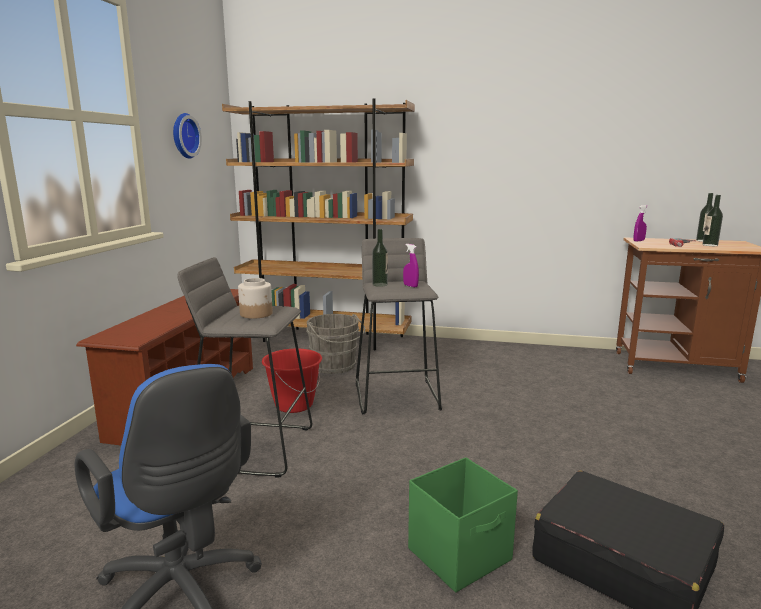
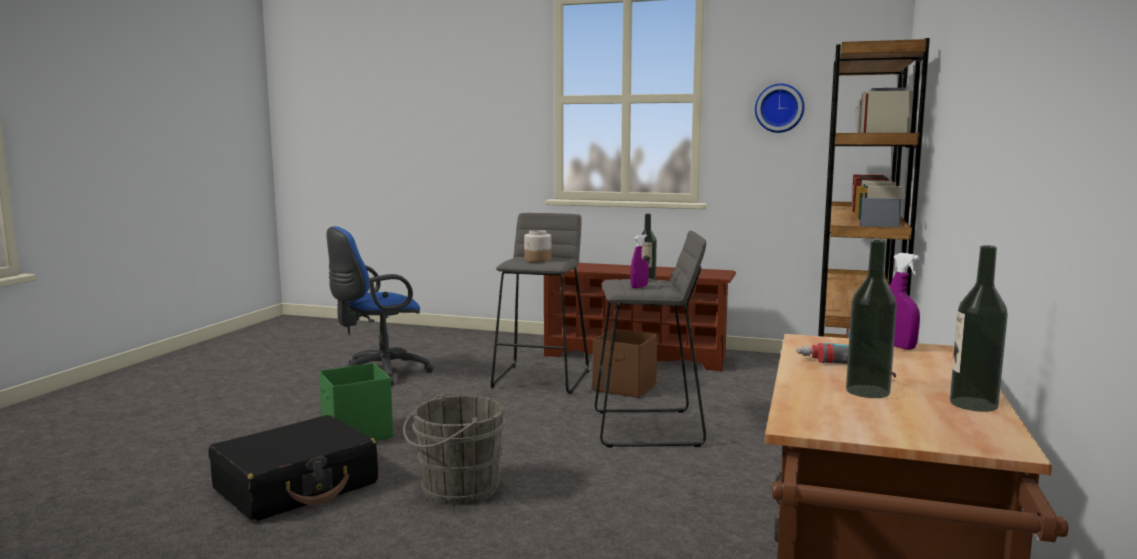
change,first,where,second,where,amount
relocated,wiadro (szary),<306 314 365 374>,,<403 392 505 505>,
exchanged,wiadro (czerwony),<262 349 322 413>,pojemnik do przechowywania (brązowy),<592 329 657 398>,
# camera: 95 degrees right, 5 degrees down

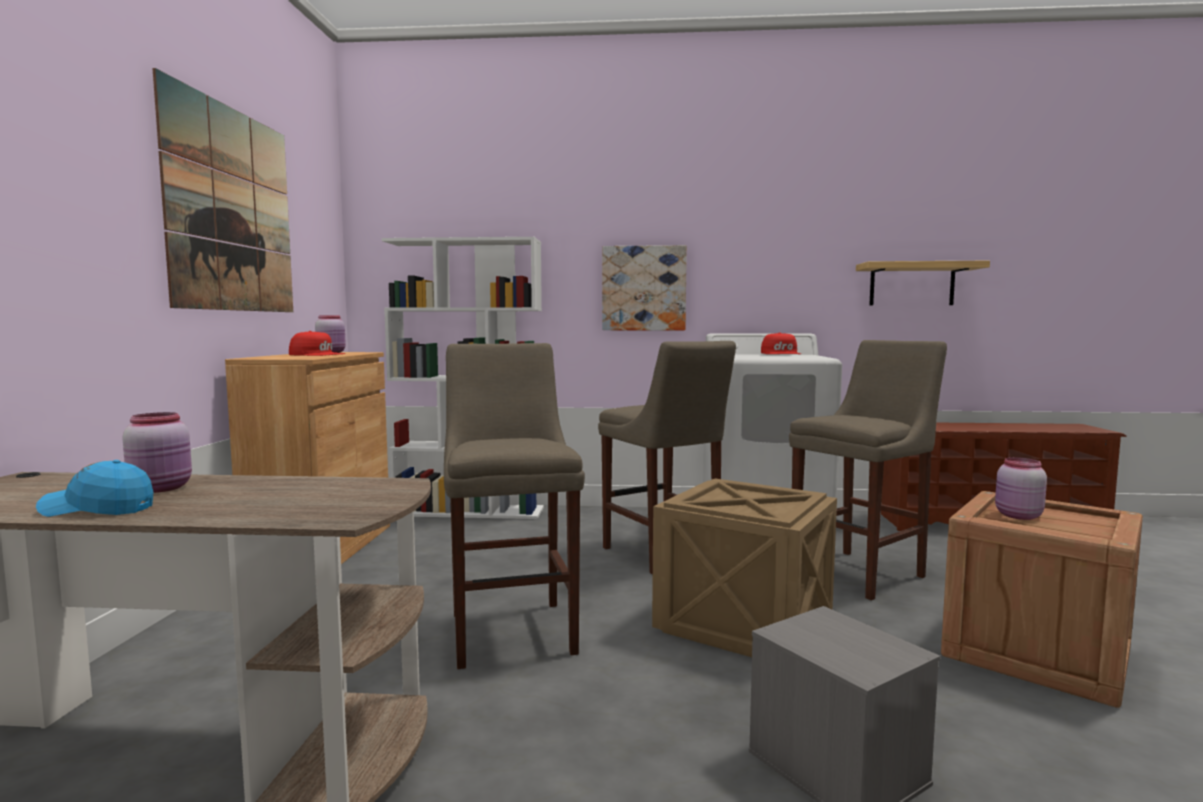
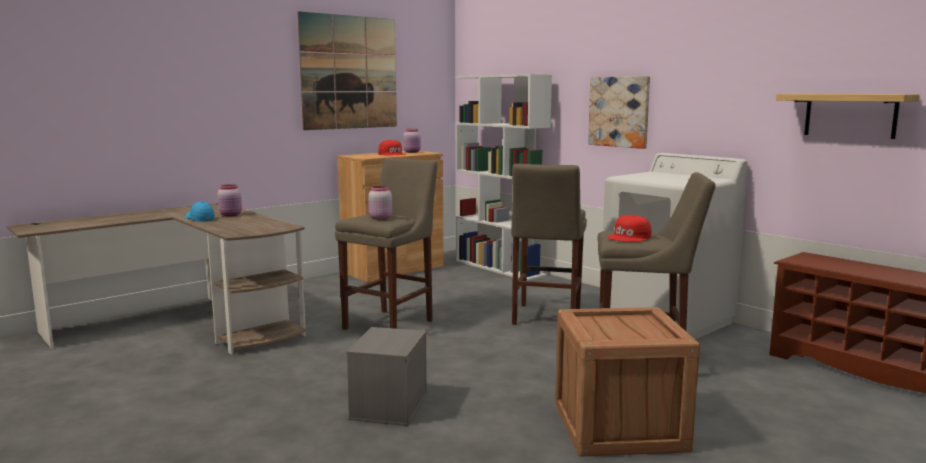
change,first,where,second,where,amount
relocated,słoik (różowy),<995 457 1047 520>,,<368 186 392 220>,
relocated,czapka z daszkiem (czerwony),<761 332 801 354>,,<608 215 652 242>,
missing,skrzynka,<652 478 837 657>,,,
# camera: 45 degrees right, 5 degrees up

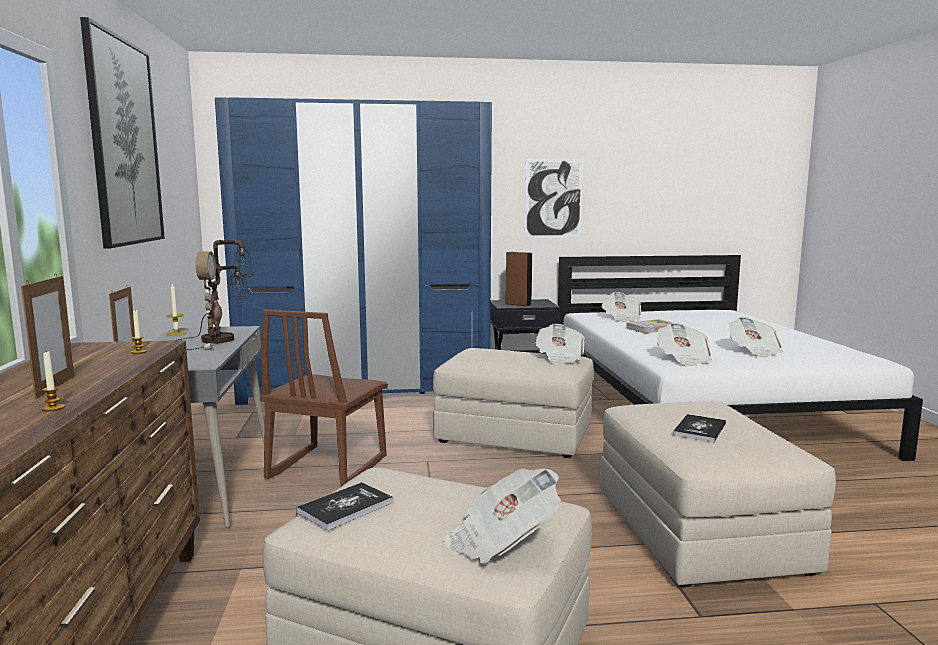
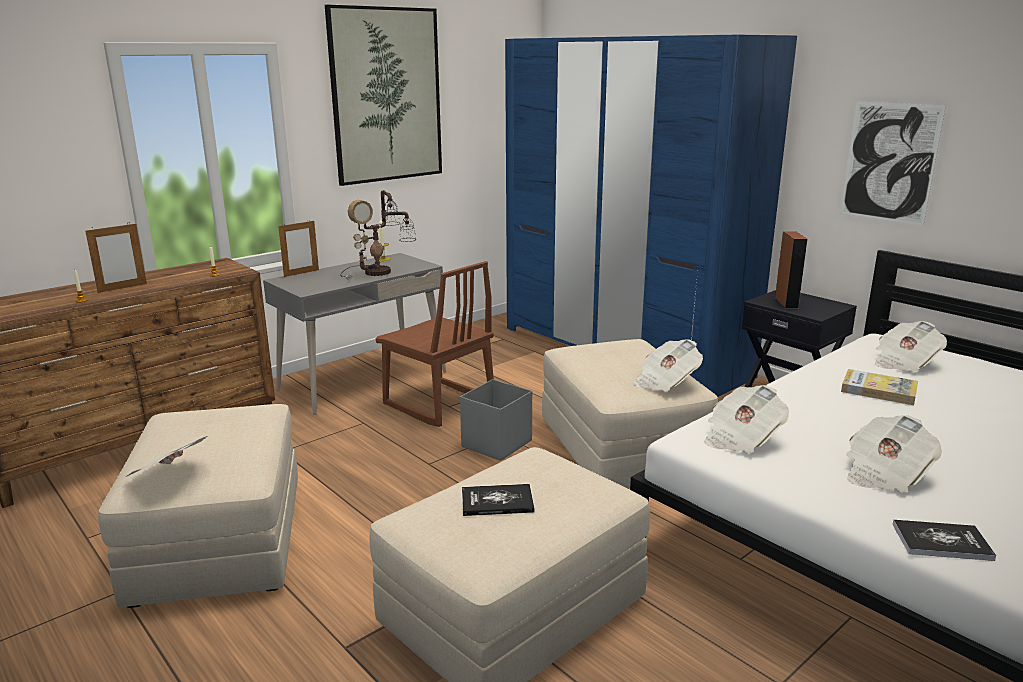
change,first,where,second,where,amount
spun,krzesło (brązowy),<260 310 388 486>,,<376 261 494 427>,120 degrees counterclockwise
appeared,,,pojemnik do przechowywania (szary),<460 379 532 461>,
relocated,książka,<297 482 393 531>,,<893 520 997 561>,
# camera: 55 degrees right, 10 degrees up

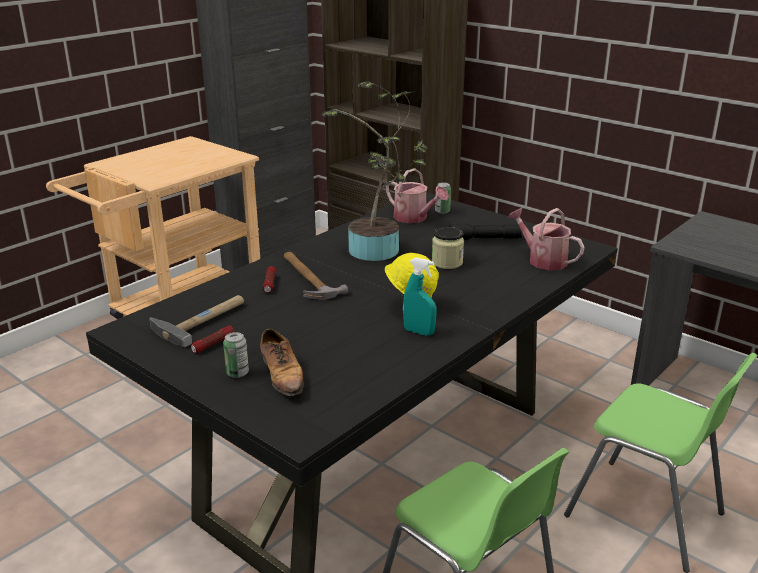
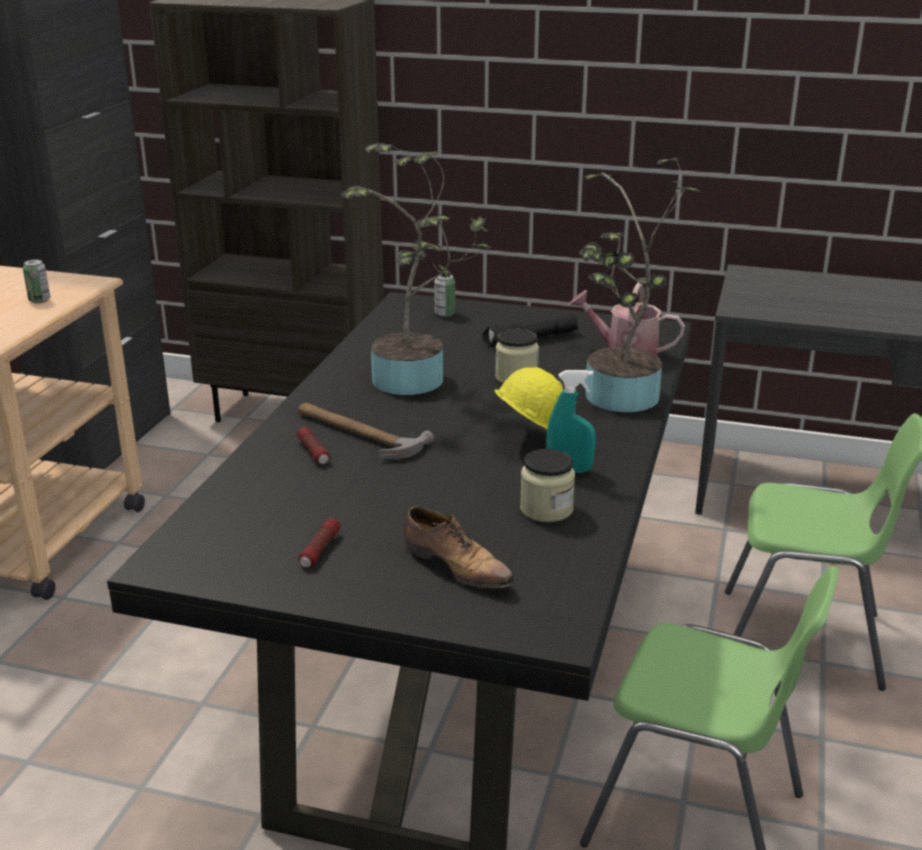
change,first,where,second,where,amount
relocated,puszka,<223 332 249 378>,,<23 259 50 303>,
appeared,,,słoik,<520 449 575 522>,
appeared,,,roślina doniczkowa,<579 157 703 412>,
missing,młotek,<149 295 244 347>,,,
missing,konewka,<386 168 449 223>,,,
# camera: 25 degrees left, 0 degrees up

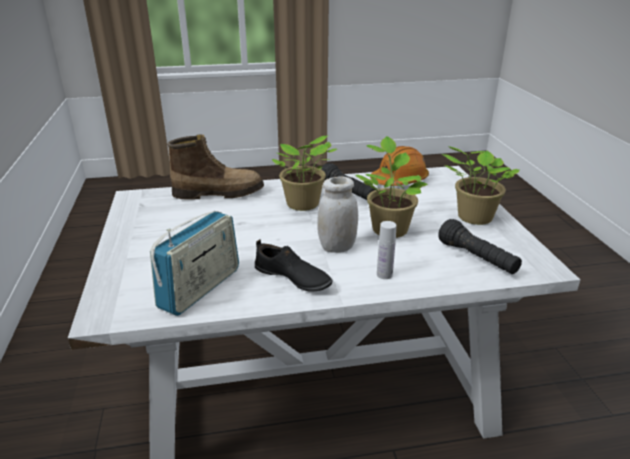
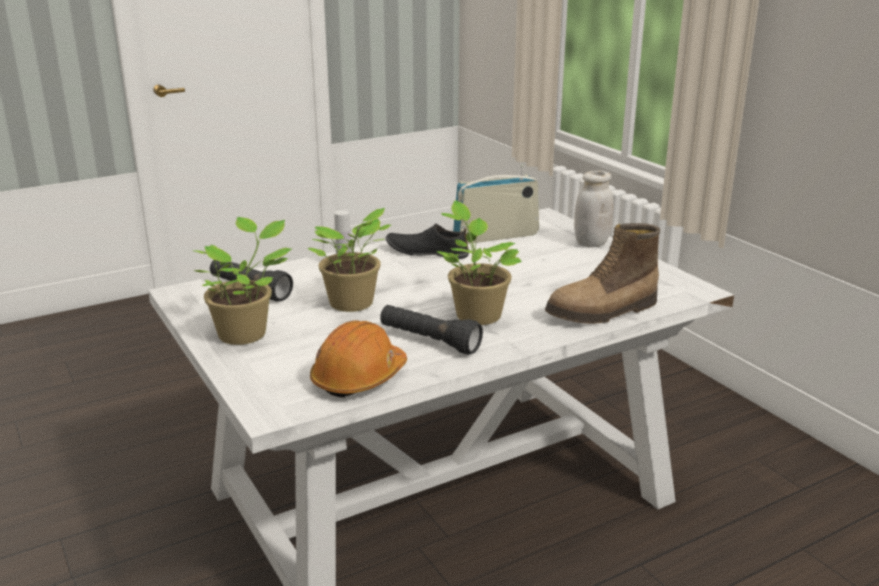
change,first,where,second,where,amount
spun,radio,<150 211 239 316>,,<453 165 539 244>,60 degrees clockwise
relocated,słoik (biały),<317 177 358 253>,,<574 171 614 247>,
# camera: 160 degrees right, 5 degrees down

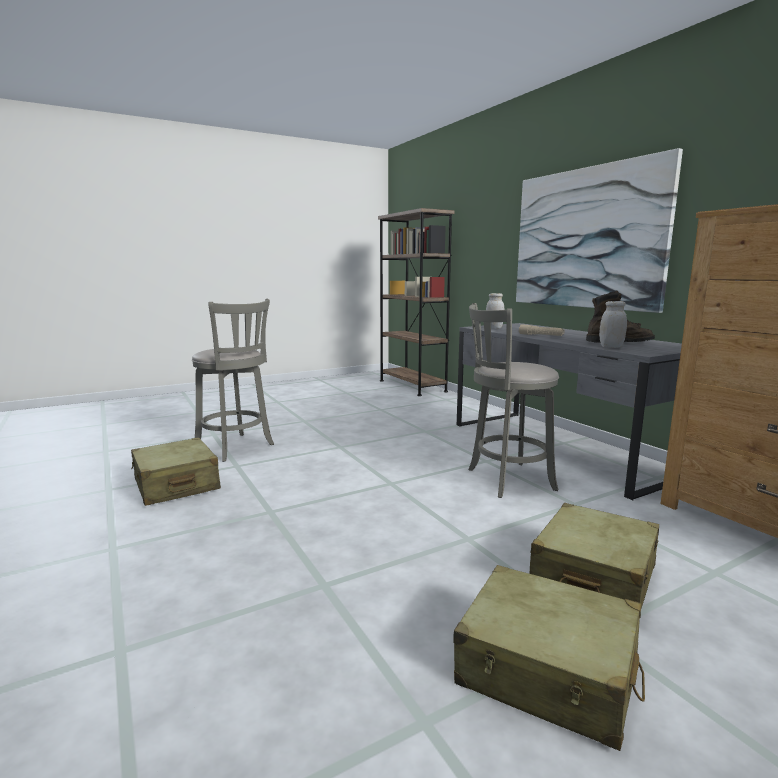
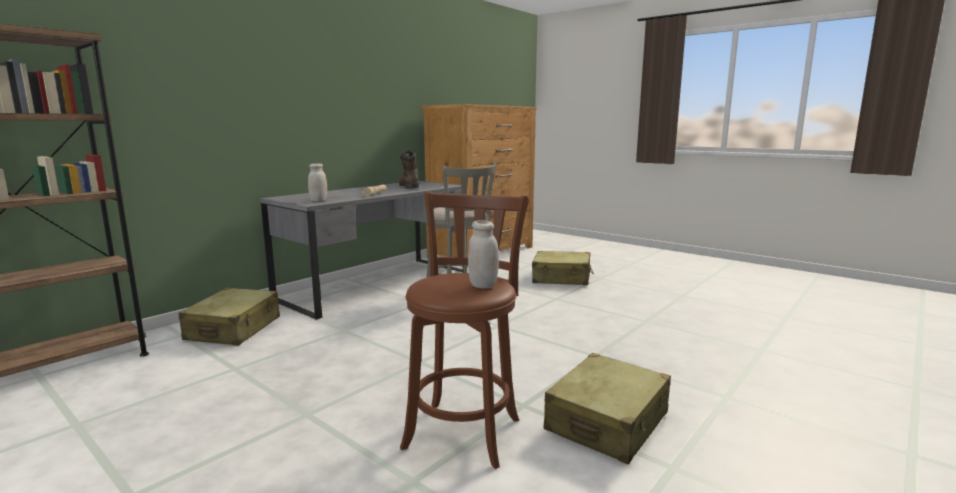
change,first,where,second,where,amount
relocated,walizka (beżowy),<453 565 645 751>,,<178 288 280 346>,
colour,stołek (szary),<192 299 274 462>,stołek (brązowy),<400 192 529 469>,
relocated,słoik (biały),<599 301 627 348>,,<468 220 499 288>,
missing,obraz,<516 148 683 313>,,,
# camera: 110 degrees left, 0 degrees up

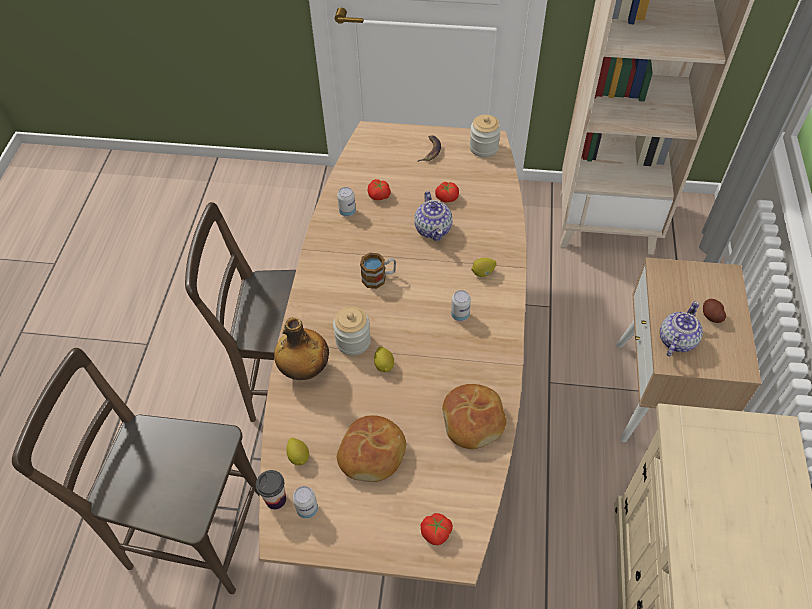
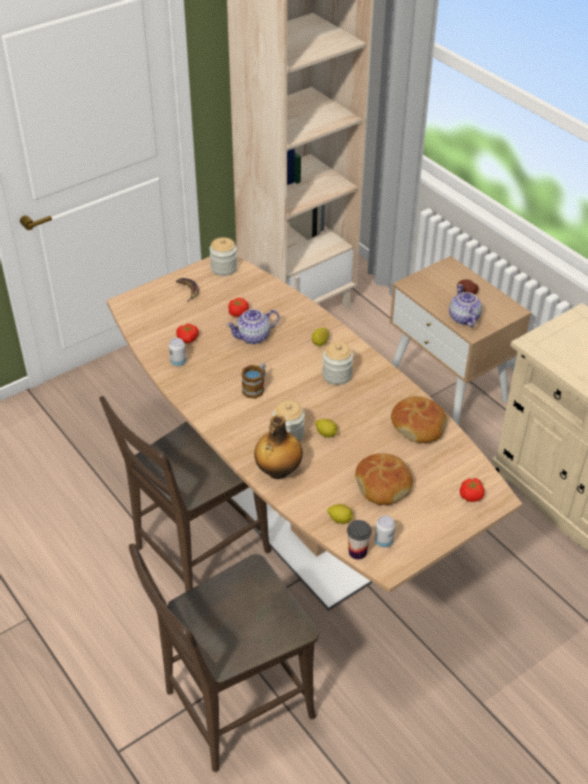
change,first,where,second,where,amount
spun,imbryk,<414 191 452 241>,,<226 309 279 344>,120 degrees clockwise
exchanged,puszka,<451 290 471 321>,słoik,<322 342 353 385>,
# camera: 45 degrees left, 10 degrees down

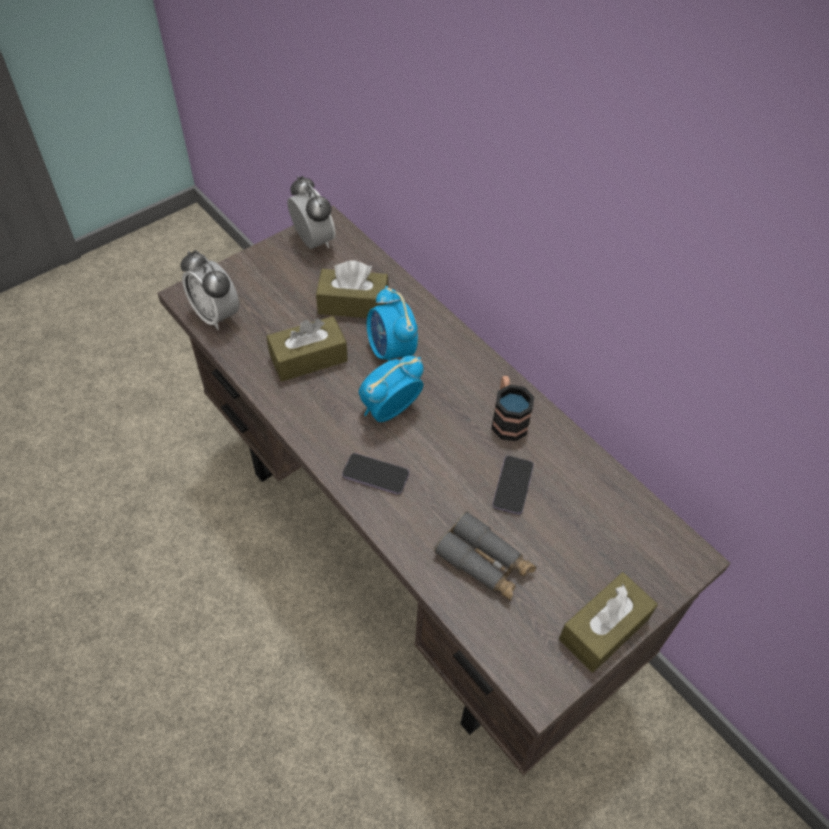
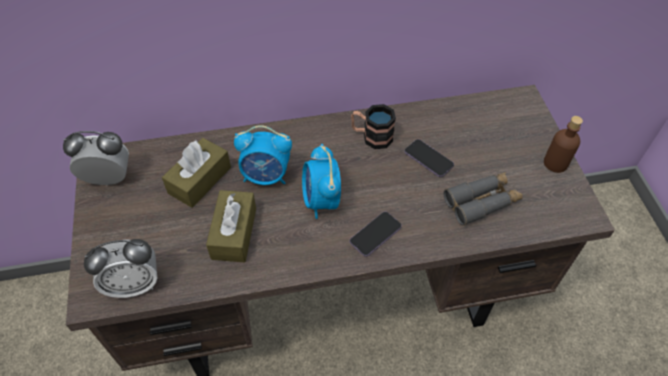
change,first,where,second,where,amount
exchanged,pudełko chusteczek (brązowy),<559 572 658 673>,butelka (brązowy),<544 116 583 173>,
# camera: 60 degrees left, 0 degrees up

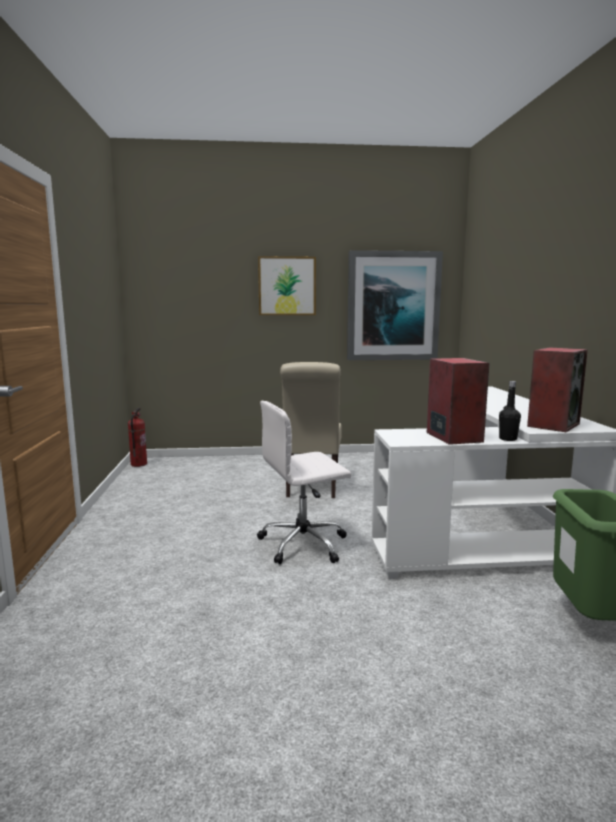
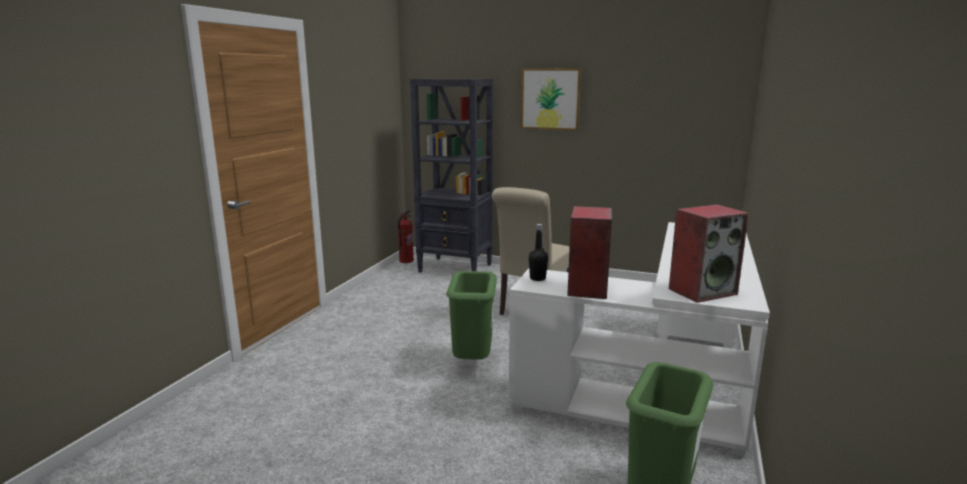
change,first,where,second,where,amount
appeared,,,regał (czarny),<410 79 493 273>,
exchanged,krzesło biurowe (biały),<257 401 351 564>,kosz na śmieci (zielony),<446 271 497 360>,
relocated,butelka (czarny),<499 381 521 441>,,<529 224 548 281>,
missing,obraz,<347 250 443 360>,,,
# camera: 25 degrees right, 5 degrees up

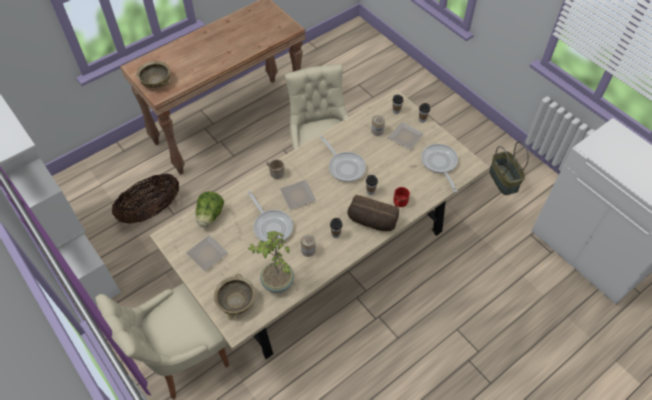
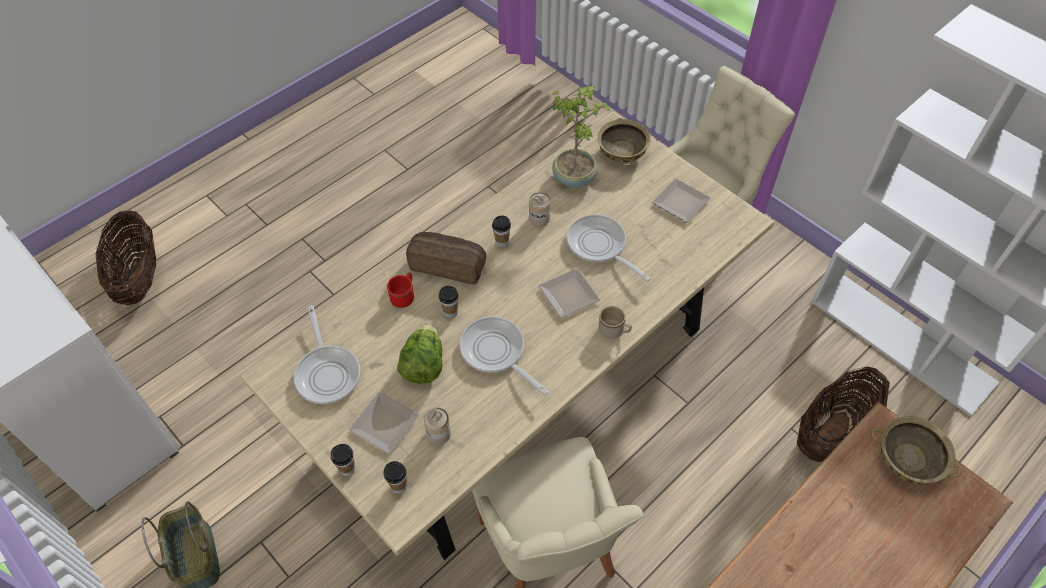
change,first,where,second,where,amount
appeared,,,koszyk,<96 210 156 305>,
relocated,sałata,<196 191 224 227>,,<397 324 442 384>,
# camera: 175 degrees right, 0 degrees up

